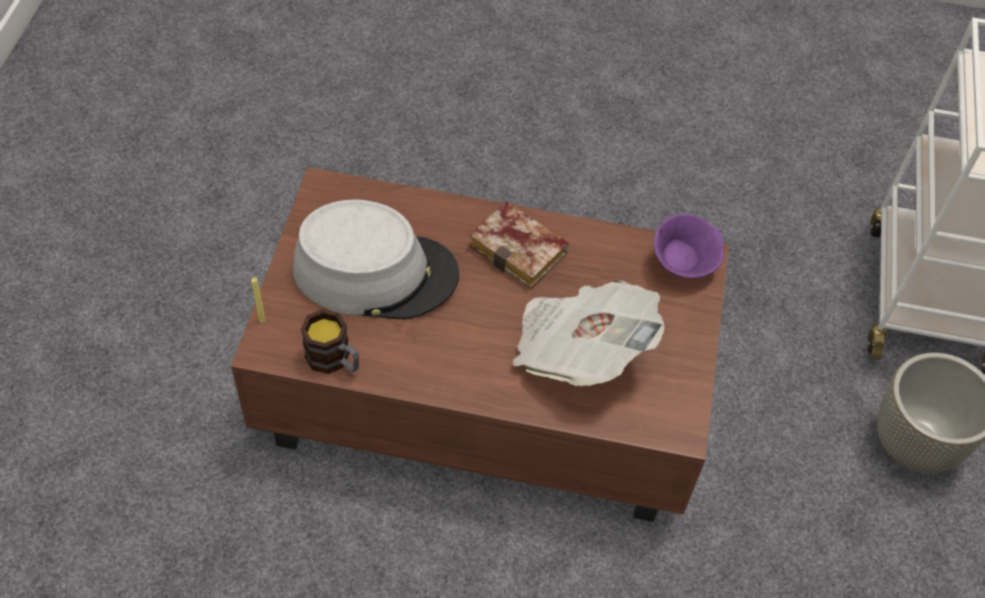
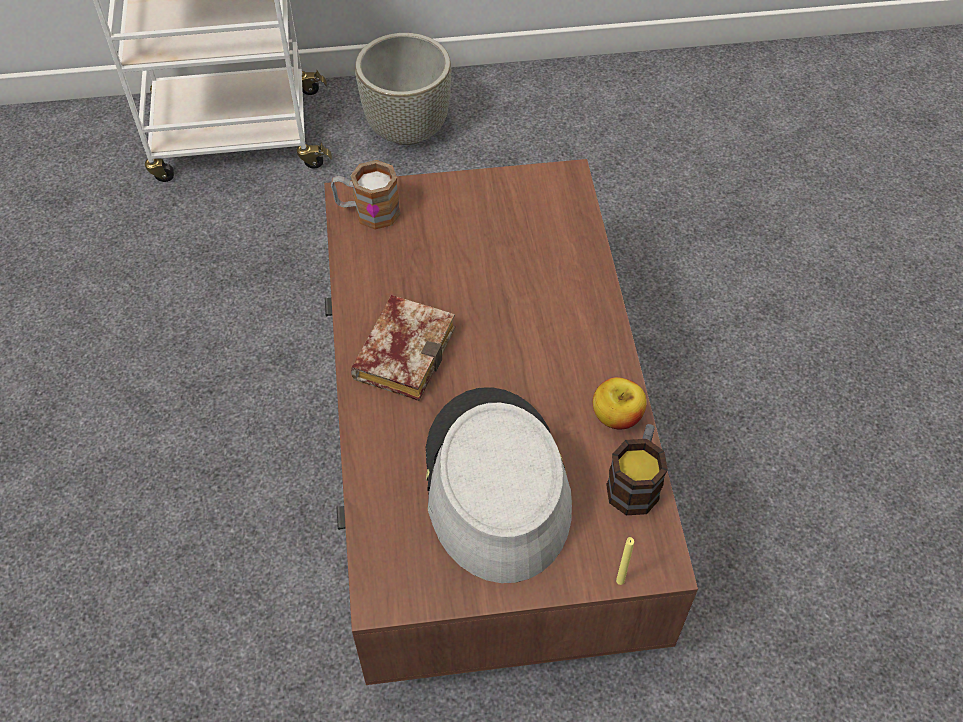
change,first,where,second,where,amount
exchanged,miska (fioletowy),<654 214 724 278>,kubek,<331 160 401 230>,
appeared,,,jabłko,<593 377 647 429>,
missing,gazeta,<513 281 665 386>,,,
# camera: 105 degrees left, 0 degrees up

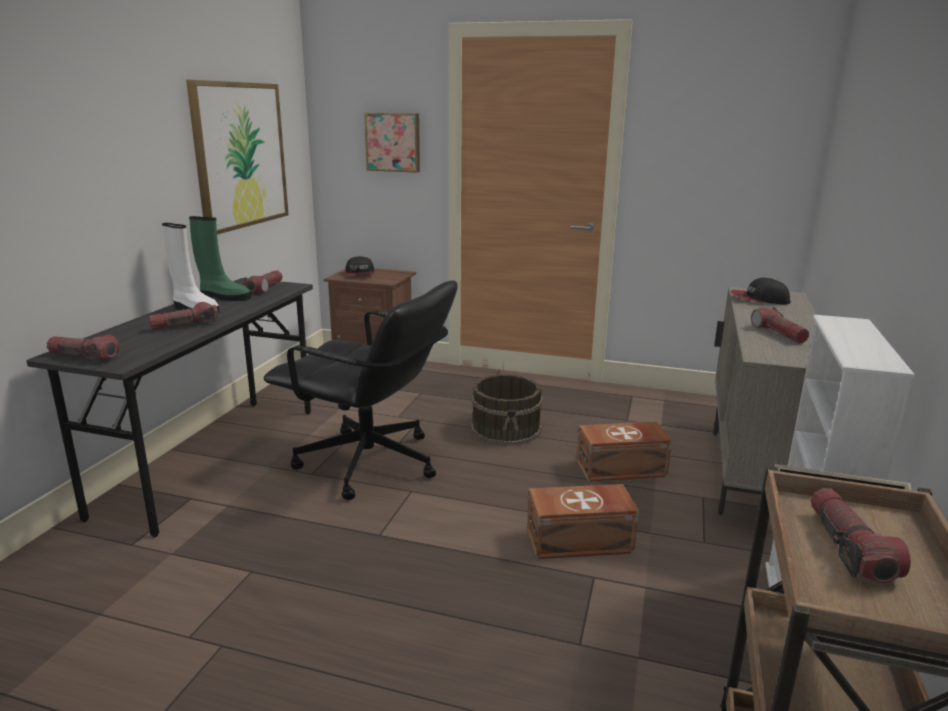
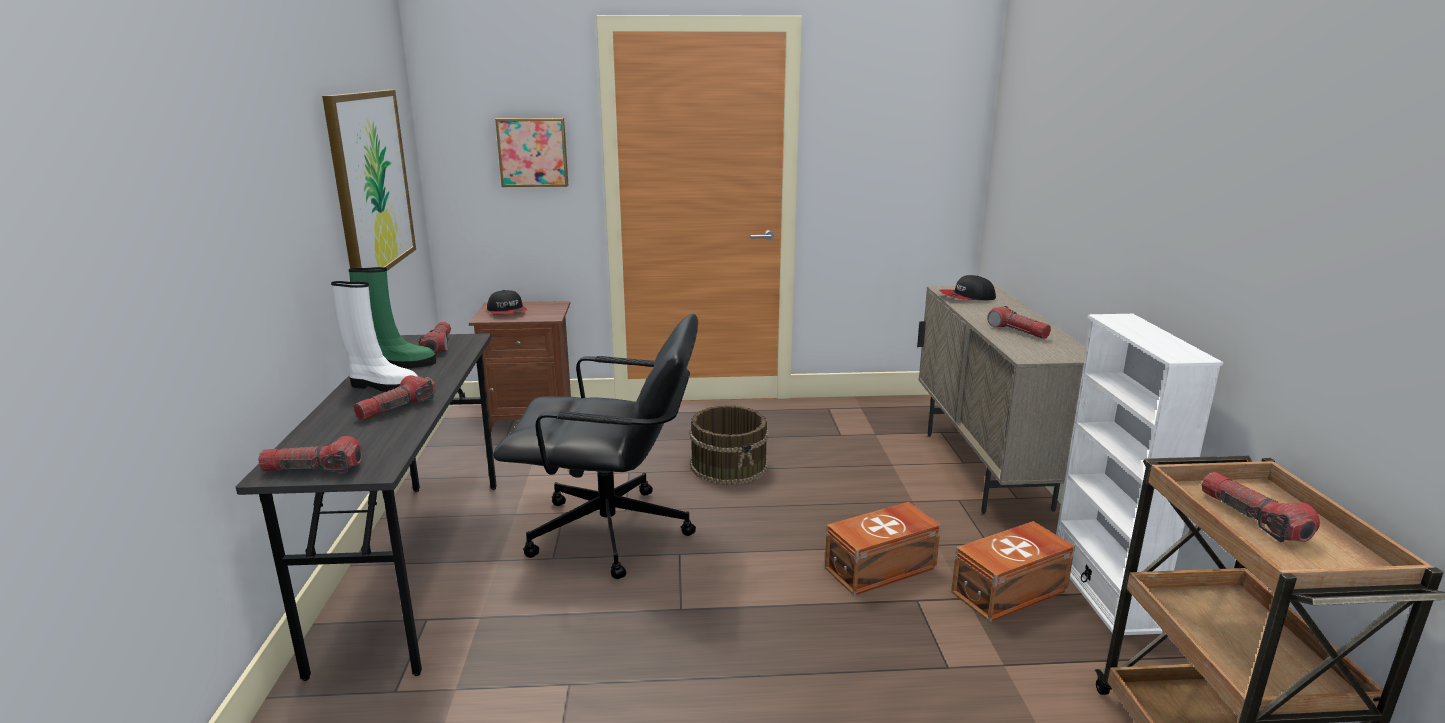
change,first,where,second,where,amount
relocated,pojemnik do przechowywania (brązowy),<577 422 672 481>,,<951 521 1075 622>,
# camera: 20 degrees left, 0 degrees up

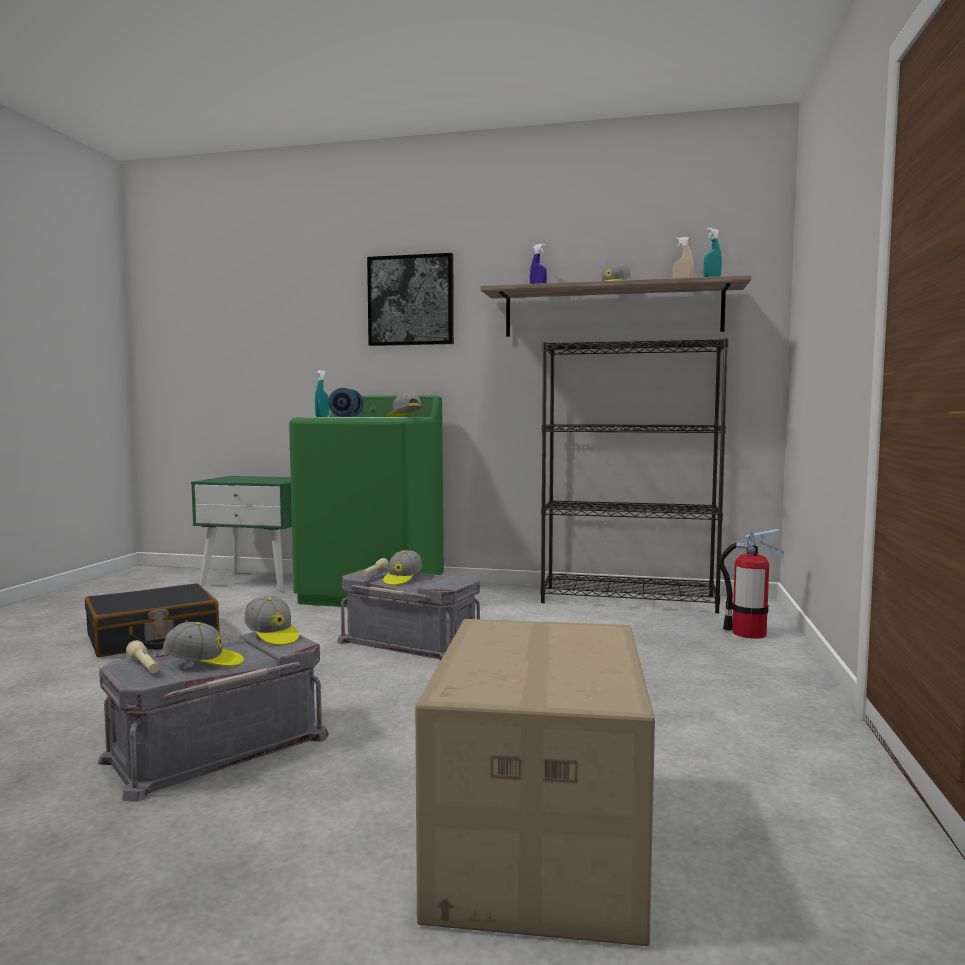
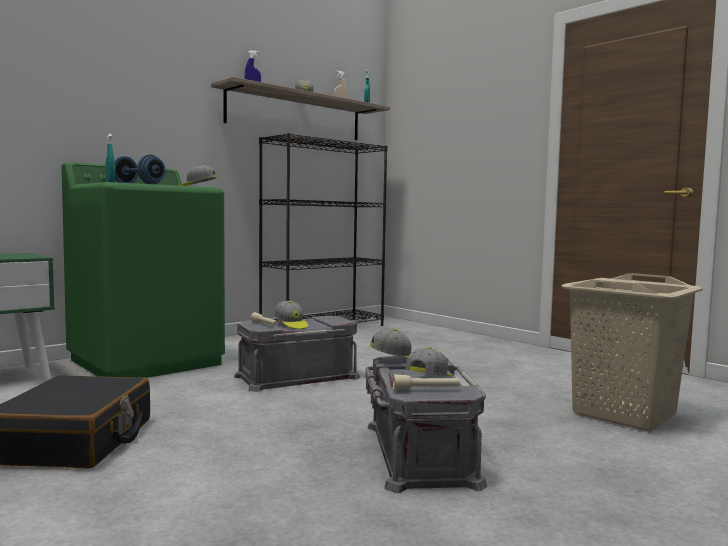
change,first,where,second,where,amount
exchanged,karton,<415 619 655 946>,kosz na pranie (beżowy),<562 273 703 432>,
missing,obraz,<367 253 454 346>,,,
missing,gaśnica,<719 527 784 639>,,,
# camera: 55 degrees left, 0 degrees up

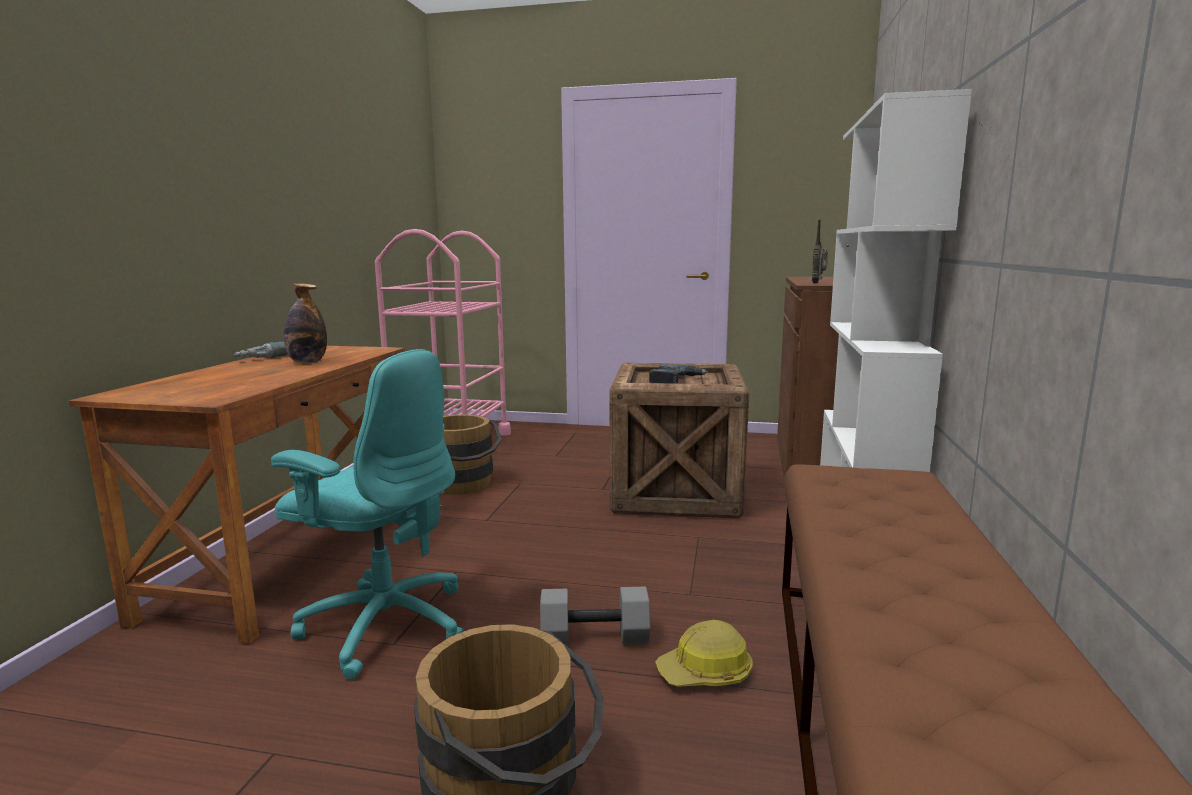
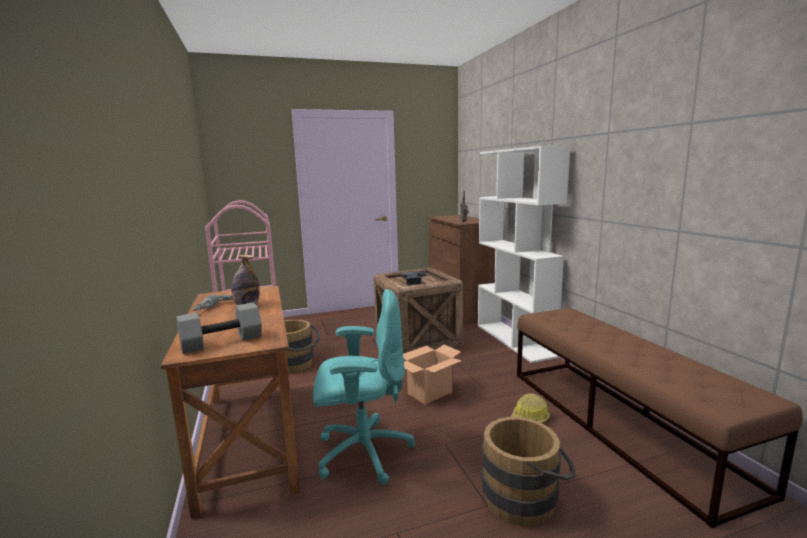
change,first,where,second,where,amount
relocated,hantel (szary),<540 586 650 646>,,<176 302 262 354>,
appeared,,,karton,<403 345 461 405>,
# camera: 30 degrees left, 0 degrees up

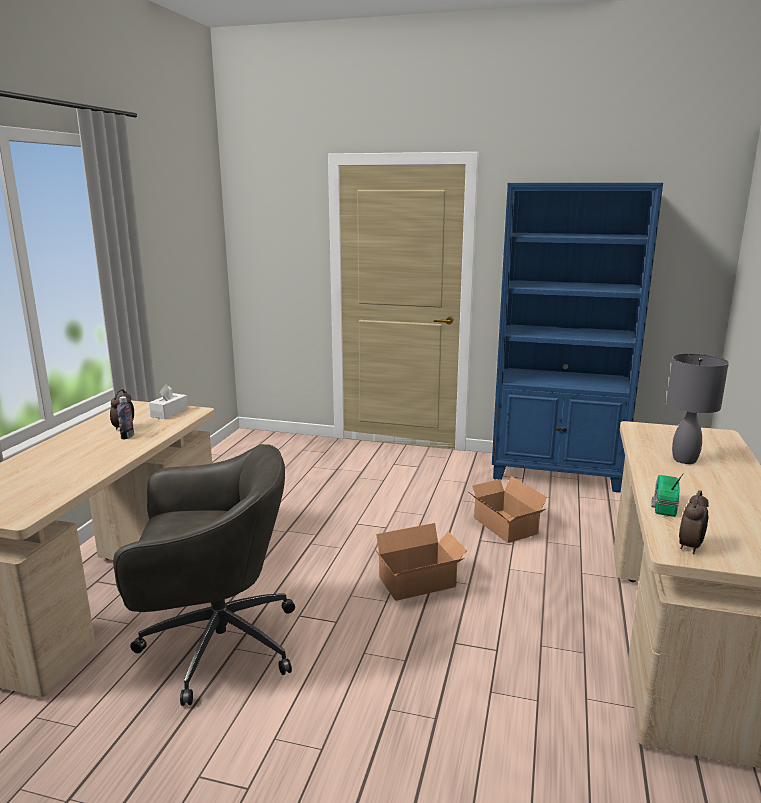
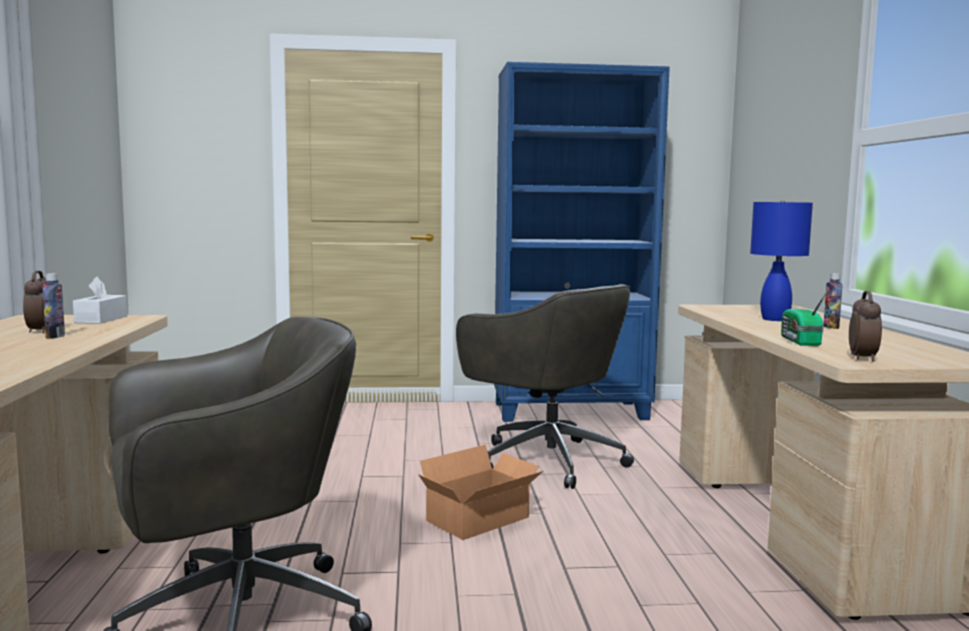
change,first,where,second,where,amount
exchanged,karton,<466 476 547 543>,krzesło biurowe (szary),<456 284 634 489>,
colour,lampa stołowa (szary),<666 353 729 464>,lampa stołowa (niebieski),<750 200 813 321>,
appeared,,,butelka,<823 273 843 329>,
# camera: 20 degrees left, 10 degrees down

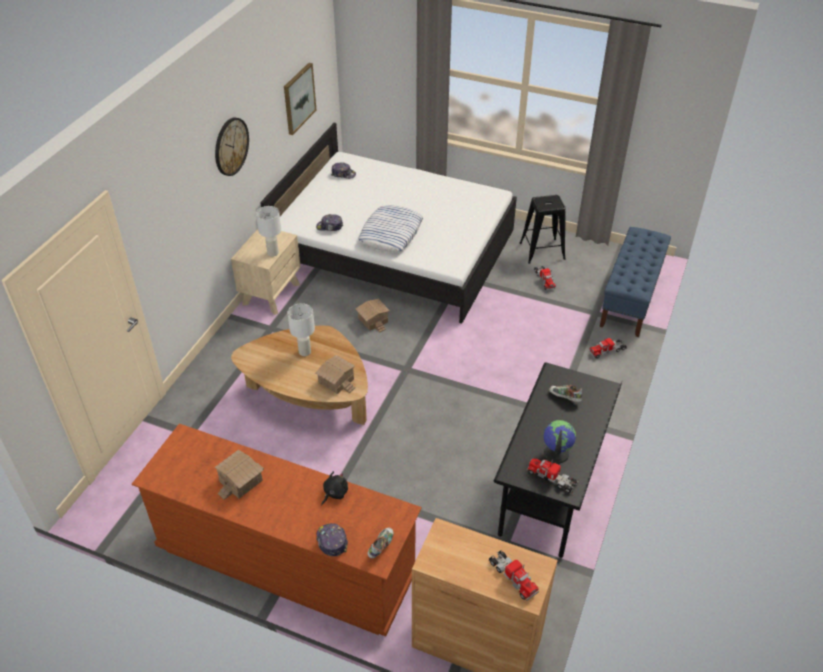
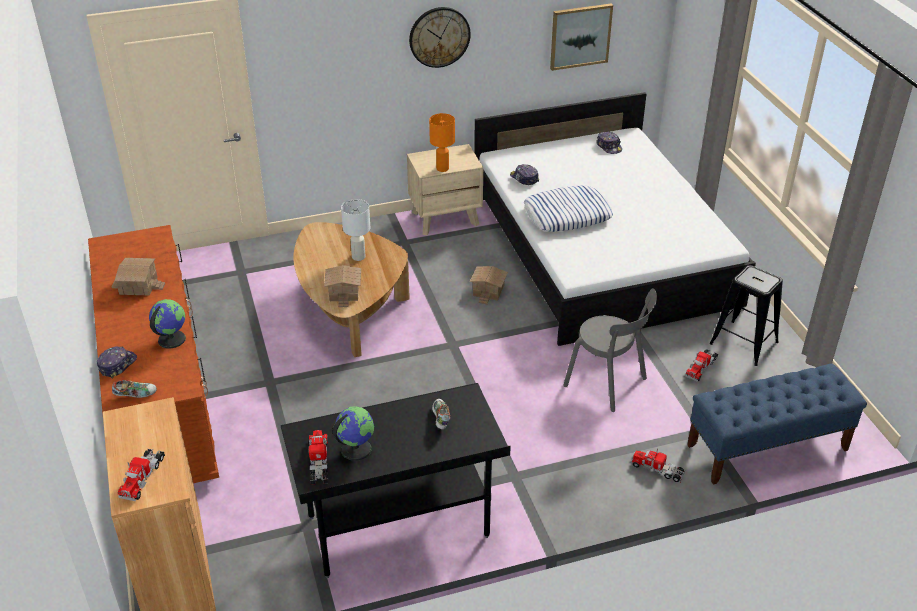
change,first,where,second,where,amount
exchanged,pluszak (czarny),<321 471 348 506>,globus,<149 299 186 349>,
colour,lampa stołowa (biały),<256 206 281 257>,lampa stołowa (pomarańczowy),<429 113 455 172>,
appeared,,,krzesło (szary),<563 288 657 412>,
# camera: 50 degrees right, 5 degrees down

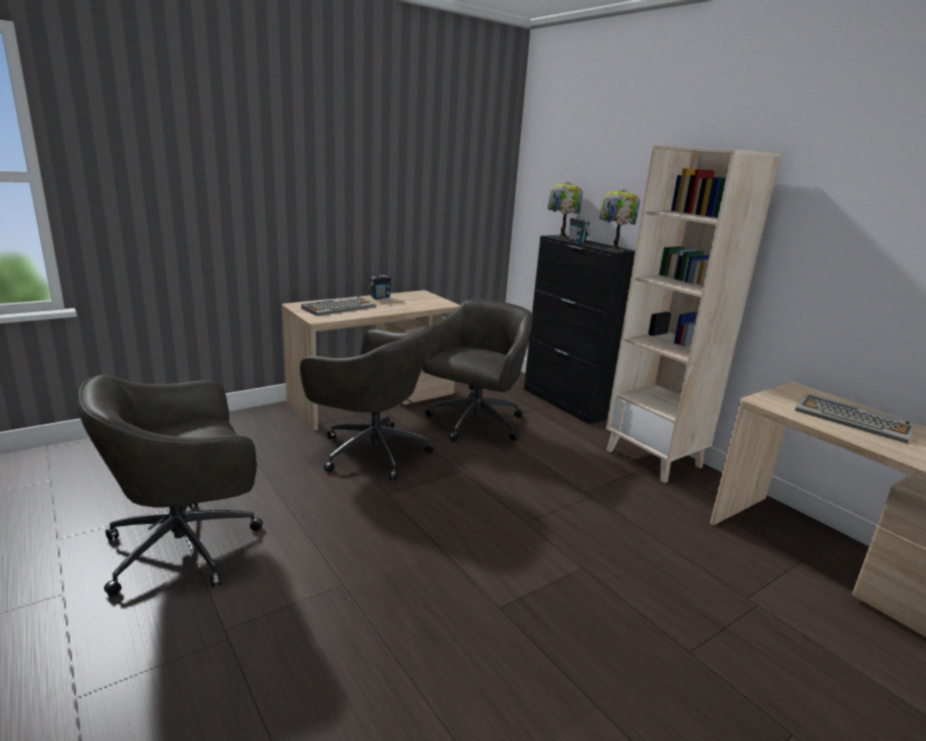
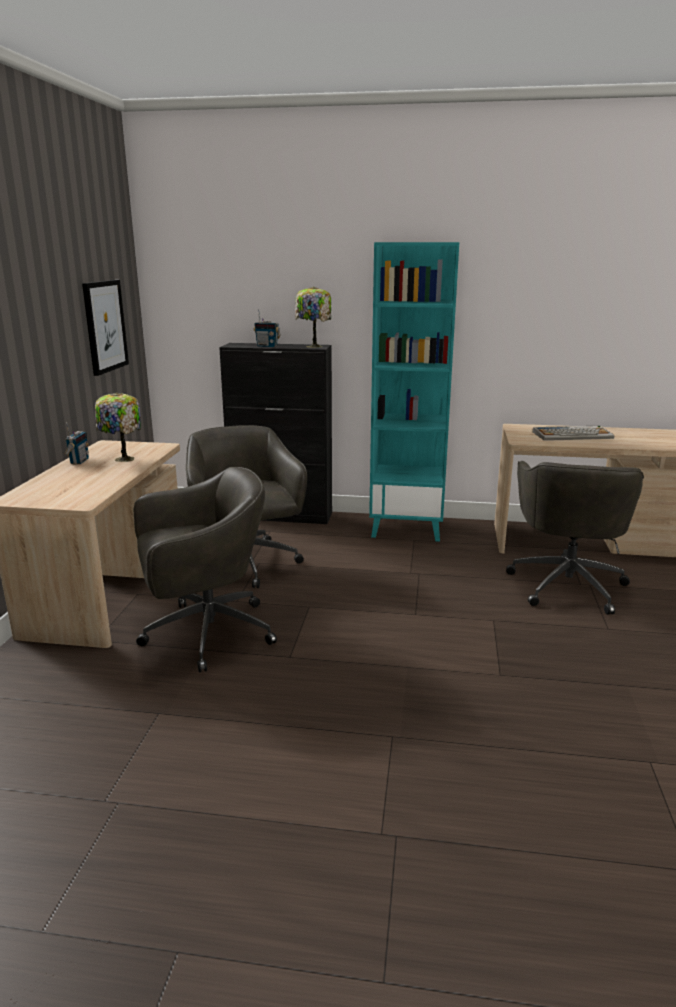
change,first,where,second,where,amount
appeared,,,obraz,<82 280 129 376>,
relocated,lampa stołowa,<548 182 583 238>,,<95 392 141 462>,
colour,regał (beżowy),<606 145 781 483>,regał (turkusowy),<369 242 459 542>,
relocated,krzesło biurowe (szary),<77 375 263 596>,,<506 461 644 614>,
missing,klawiatura,<301 296 375 316>,,,
# camera: 45 degrees left, 0 degrees up

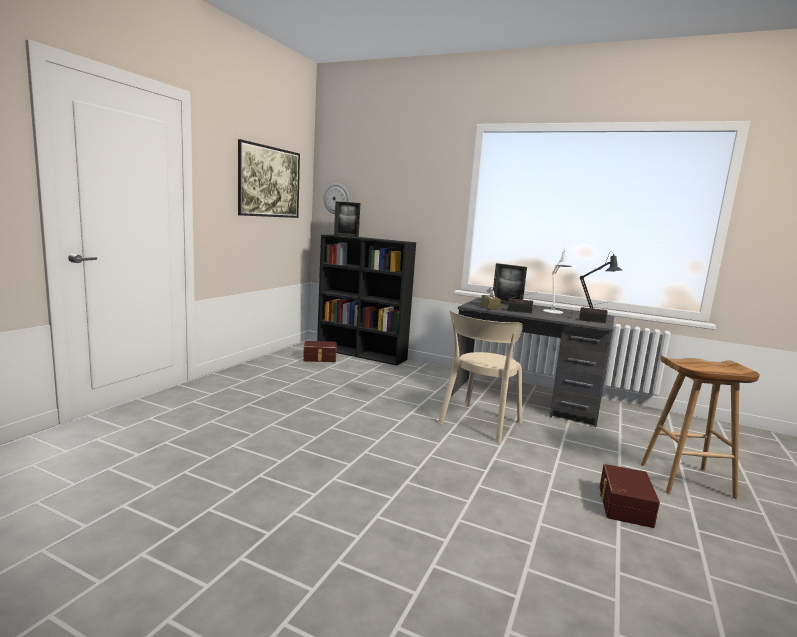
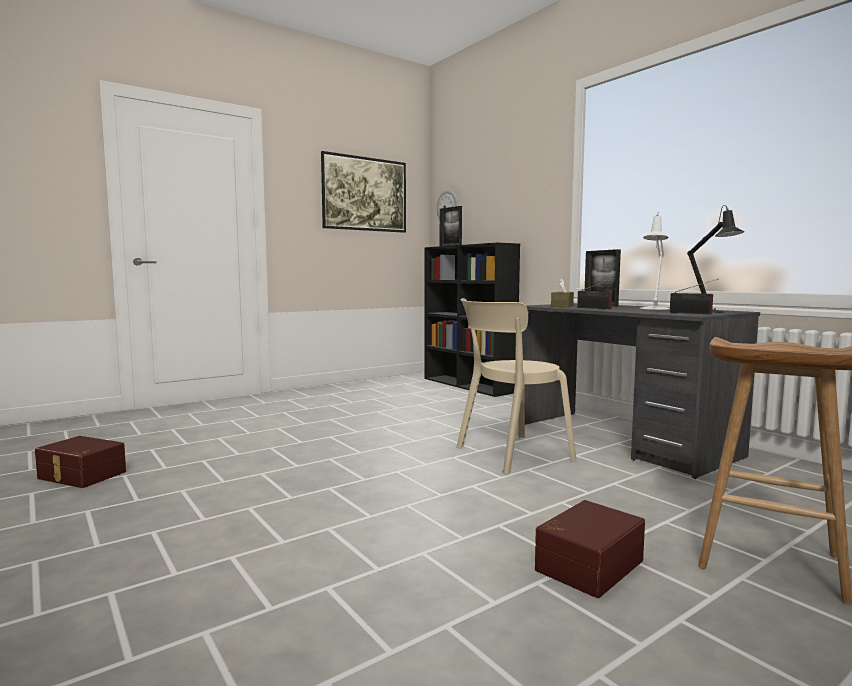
change,first,where,second,where,amount
relocated,pojemnik do przechowywania (brązowy),<303 341 337 362>,,<35 436 126 488>,
# camera: 30 degrees right, 5 degrees down

